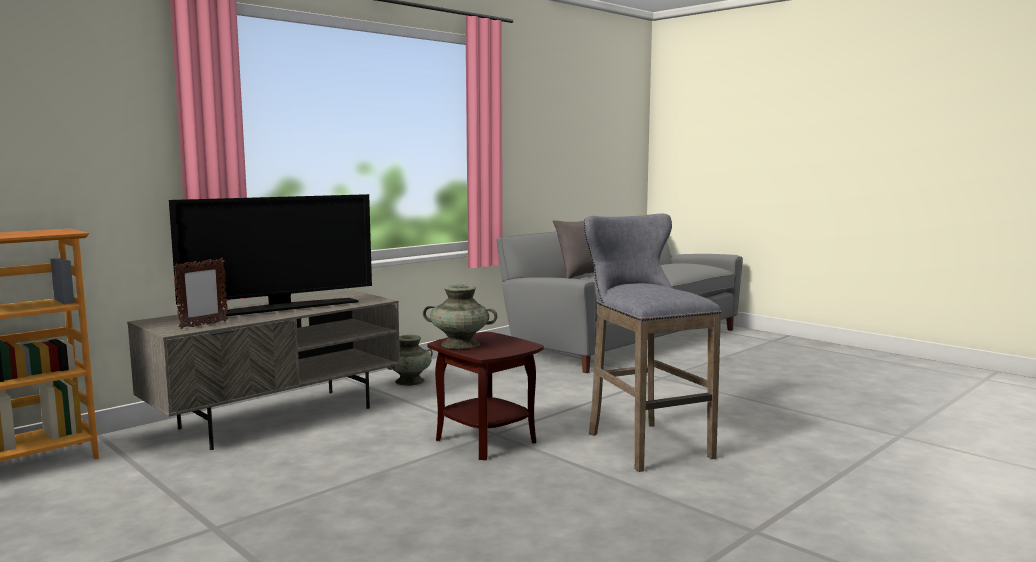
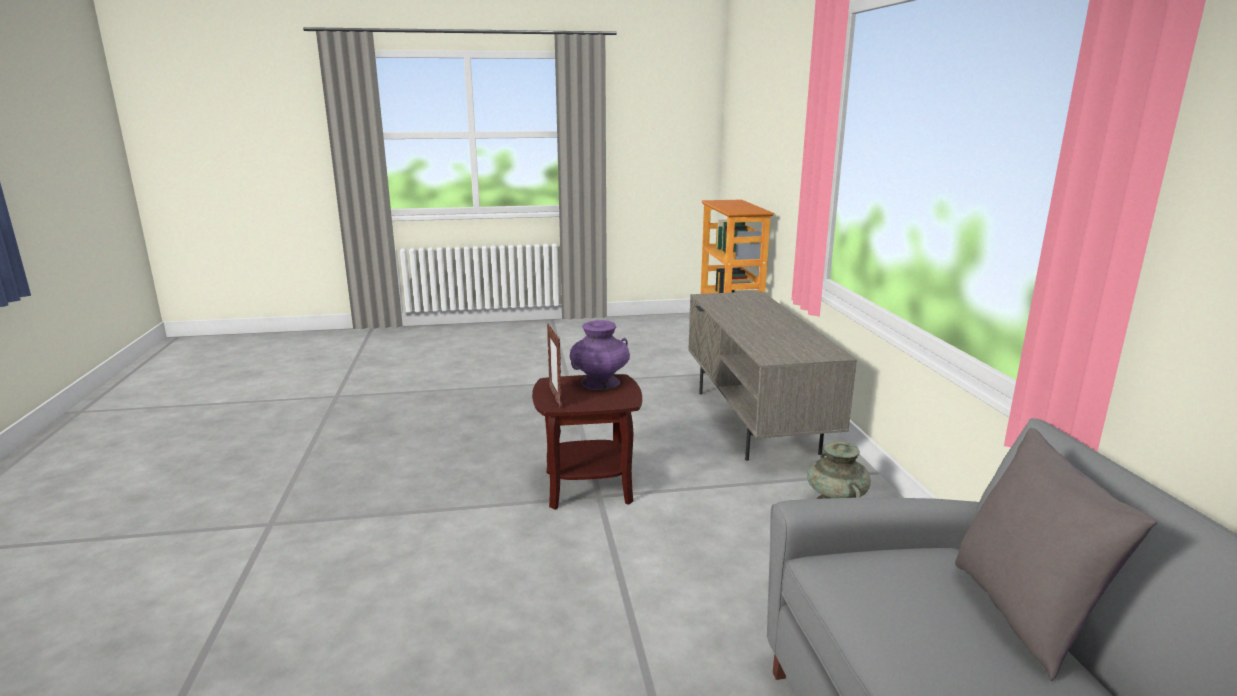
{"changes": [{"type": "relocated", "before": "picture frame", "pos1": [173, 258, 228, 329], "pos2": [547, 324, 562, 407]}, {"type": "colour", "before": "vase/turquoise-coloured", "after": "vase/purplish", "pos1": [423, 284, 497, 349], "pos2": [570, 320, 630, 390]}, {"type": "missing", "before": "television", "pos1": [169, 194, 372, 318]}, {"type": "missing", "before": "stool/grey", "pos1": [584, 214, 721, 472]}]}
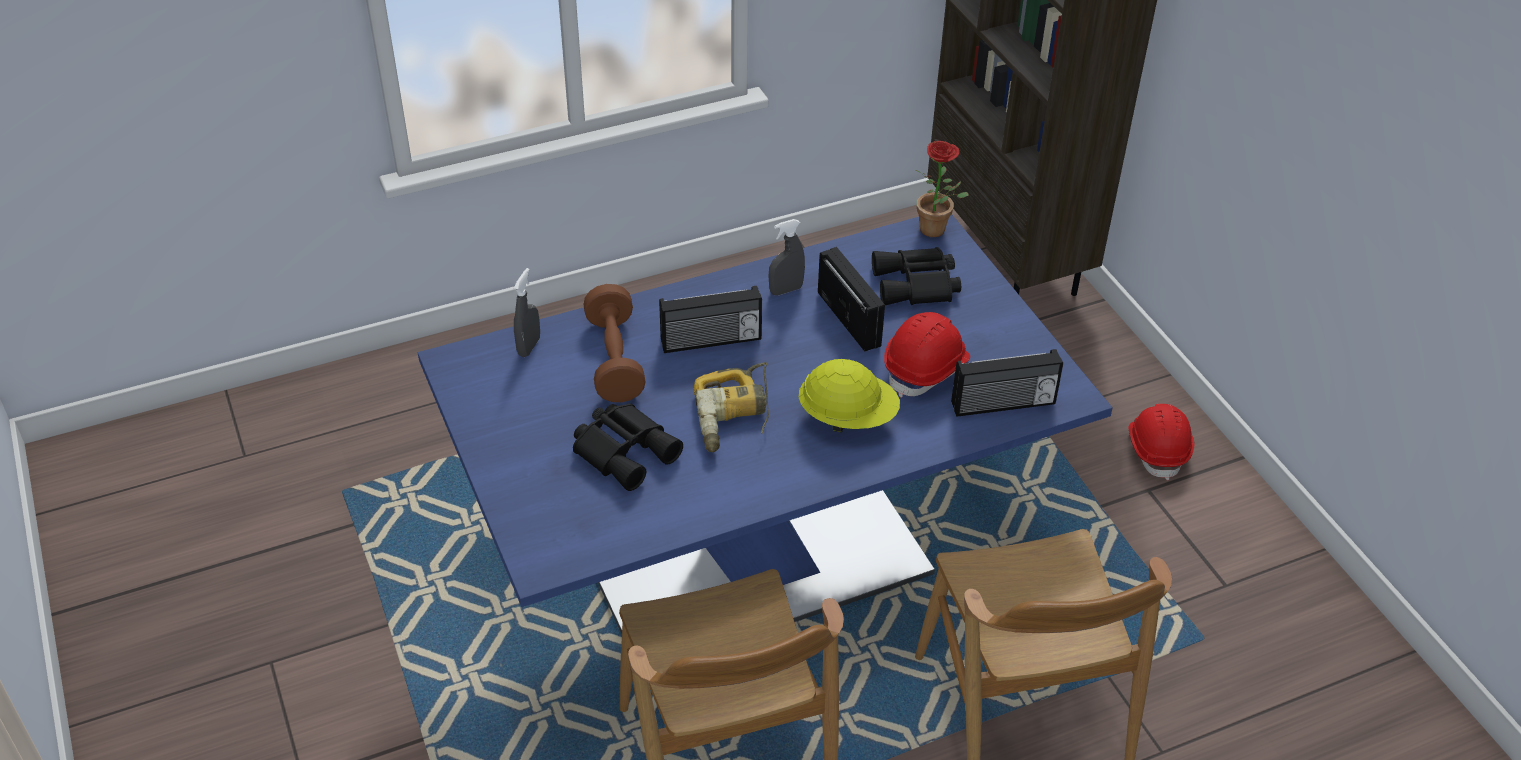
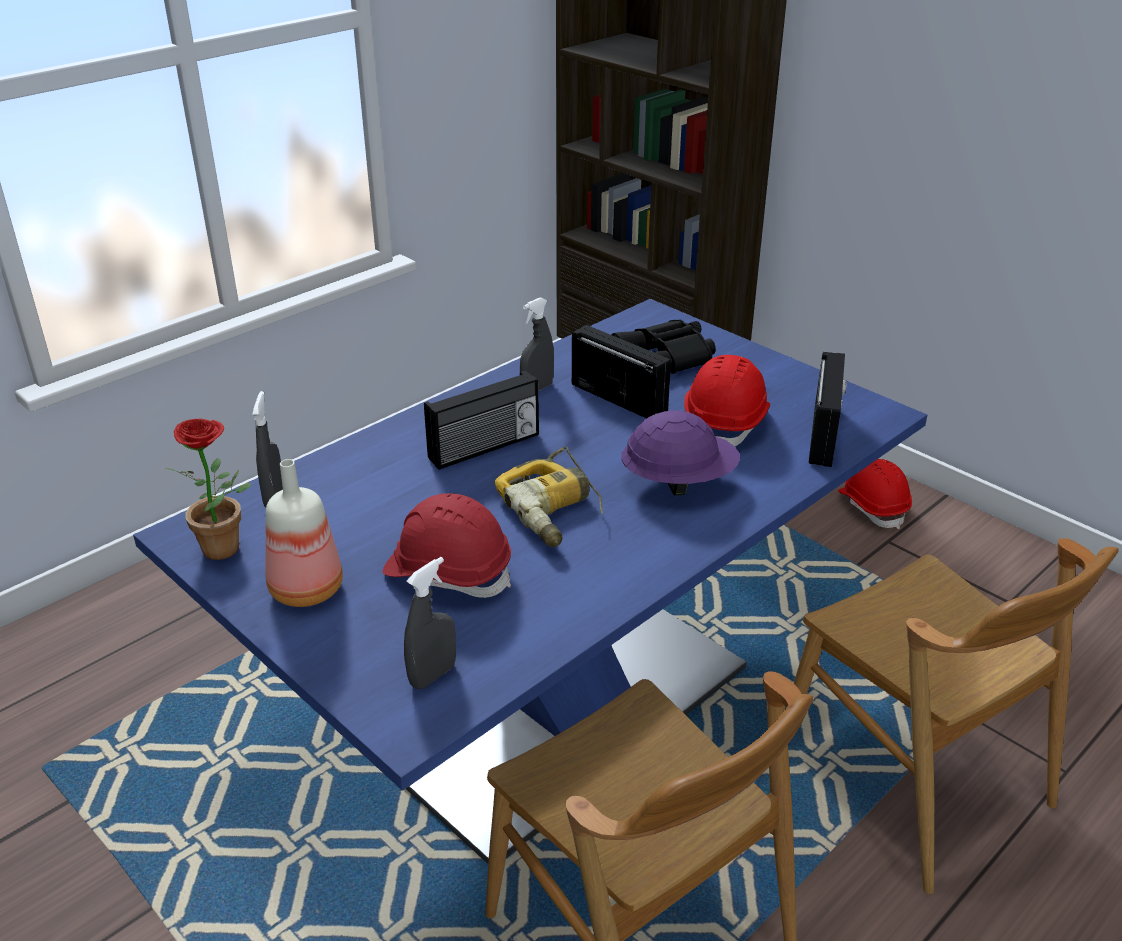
{"changes": [{"type": "relocated", "before": "plant in a pot", "pos1": [916, 141, 969, 237], "pos2": [166, 419, 251, 560]}, {"type": "appeared", "after": "beverage bottle", "pos2": [265, 459, 343, 607]}, {"type": "exchanged", "before": "pair of binoculars/blackish", "after": "safety helmet/reddish", "pos1": [573, 404, 683, 491], "pos2": [383, 493, 511, 598]}, {"type": "appeared", "after": "spray bottle/grey", "pos2": [404, 557, 456, 689]}, {"type": "colour", "before": "safety helmet/yellowish", "after": "safety helmet/purplish", "pos1": [799, 359, 900, 433], "pos2": [621, 411, 740, 496]}, {"type": "spun", "before": "radio", "pos1": [951, 349, 1063, 417], "pos2": [809, 352, 847, 467], "turn": -45}, {"type": "missing", "before": "hand weight/brown", "pos1": [584, 284, 646, 402]}]}
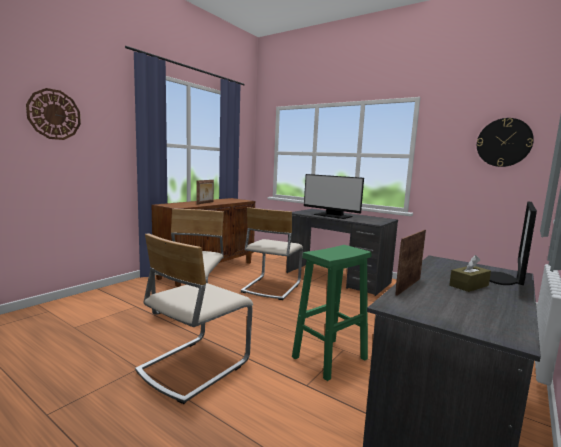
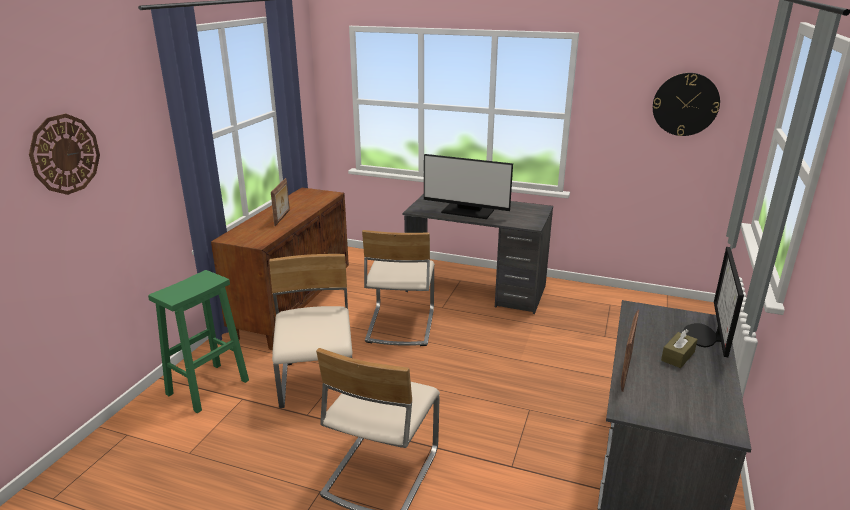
{"changes": [{"type": "relocated", "before": "stool/green", "pos1": [292, 245, 372, 381], "pos2": [148, 270, 249, 413]}]}
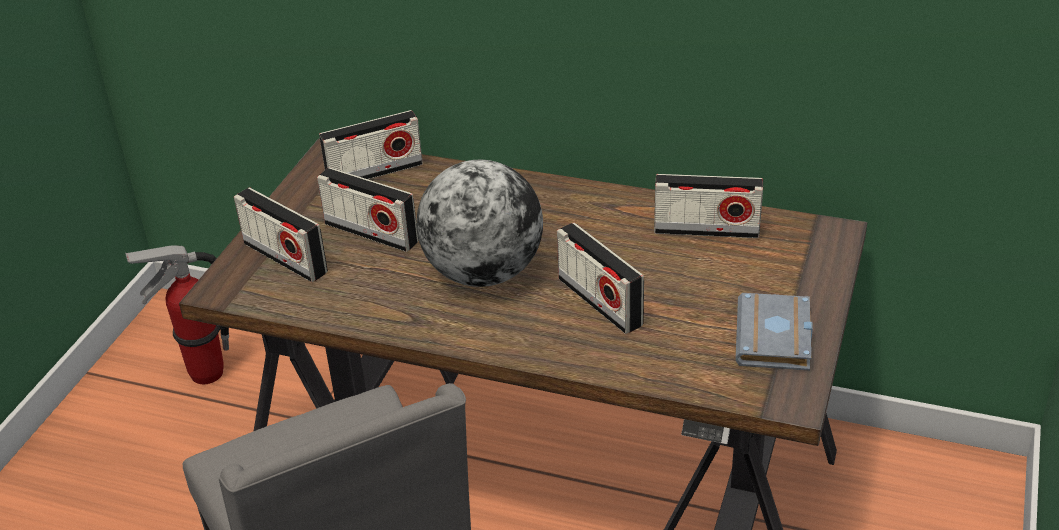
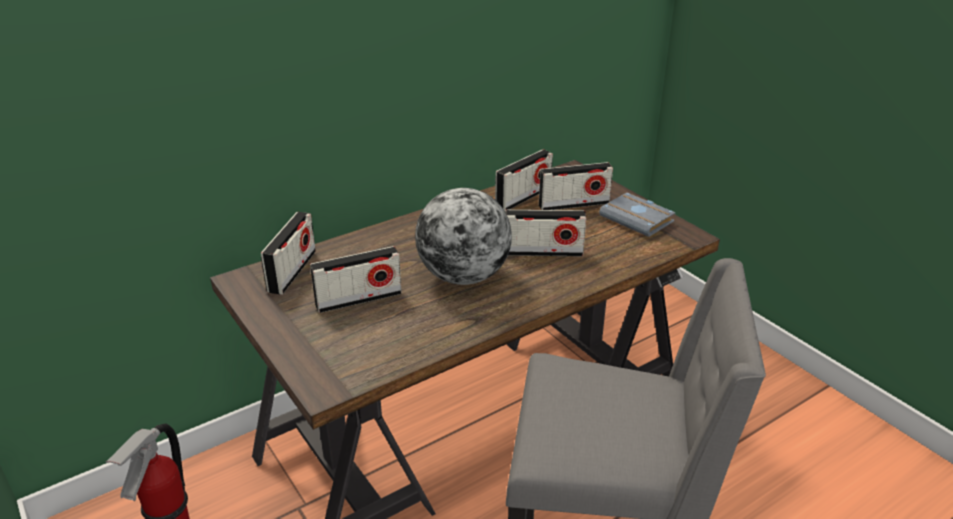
{"changes": [{"type": "relocated", "before": "radio", "pos1": [234, 187, 328, 282], "pos2": [539, 162, 613, 210]}]}
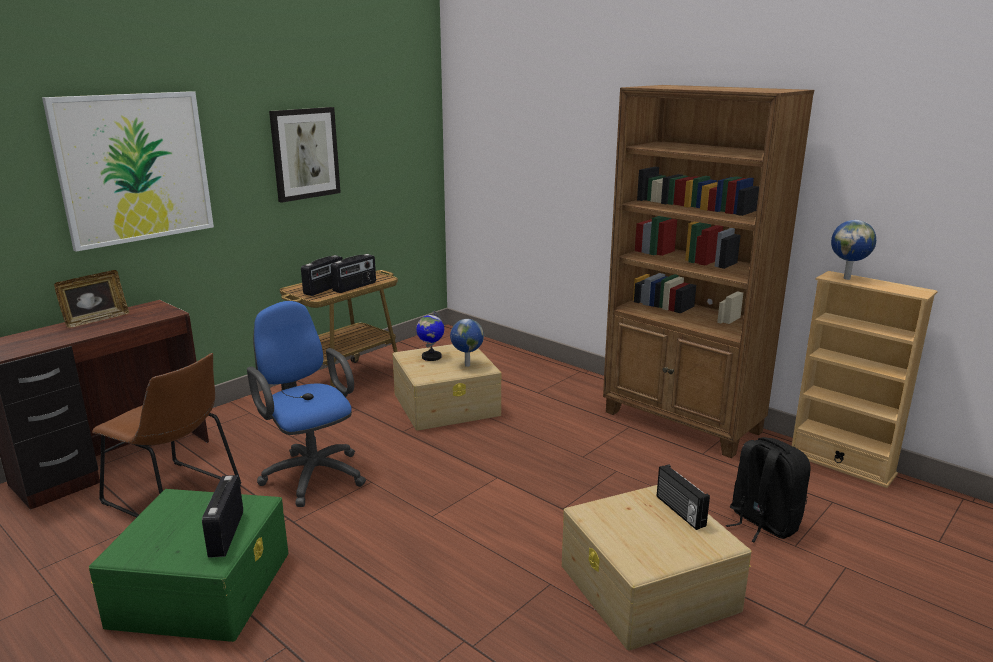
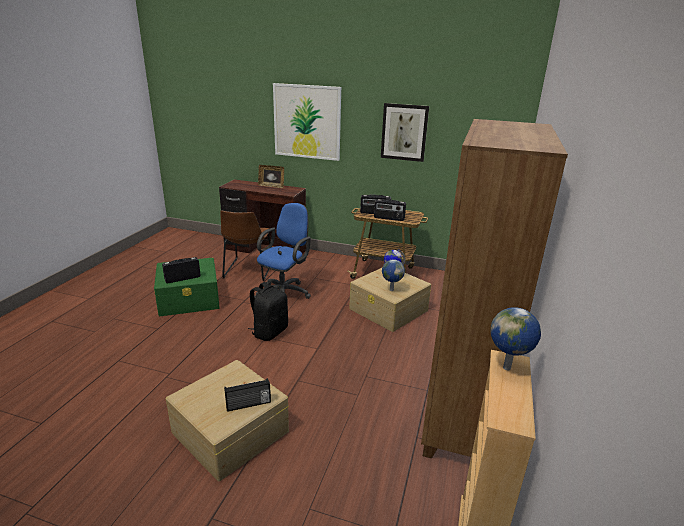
{"changes": [{"type": "spun", "before": "radio", "pos1": [657, 465, 710, 530], "pos2": [224, 378, 271, 412], "turn": -150}, {"type": "relocated", "before": "backpack/blackish", "pos1": [726, 437, 811, 542], "pos2": [248, 282, 288, 341]}]}
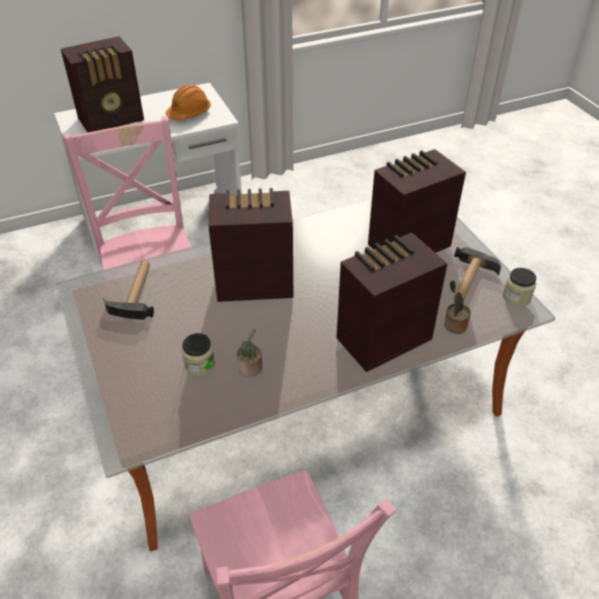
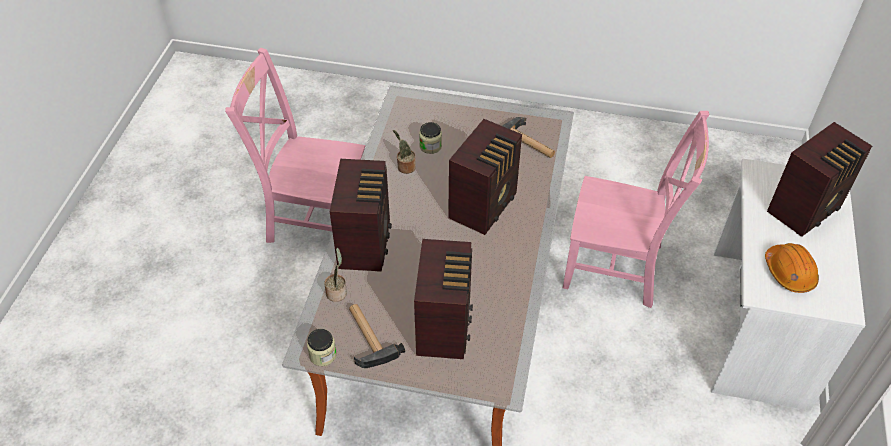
{"changes": [{"type": "spun", "before": "radio", "pos1": [61, 36, 144, 133], "pos2": [767, 122, 872, 237], "turn": -135}]}
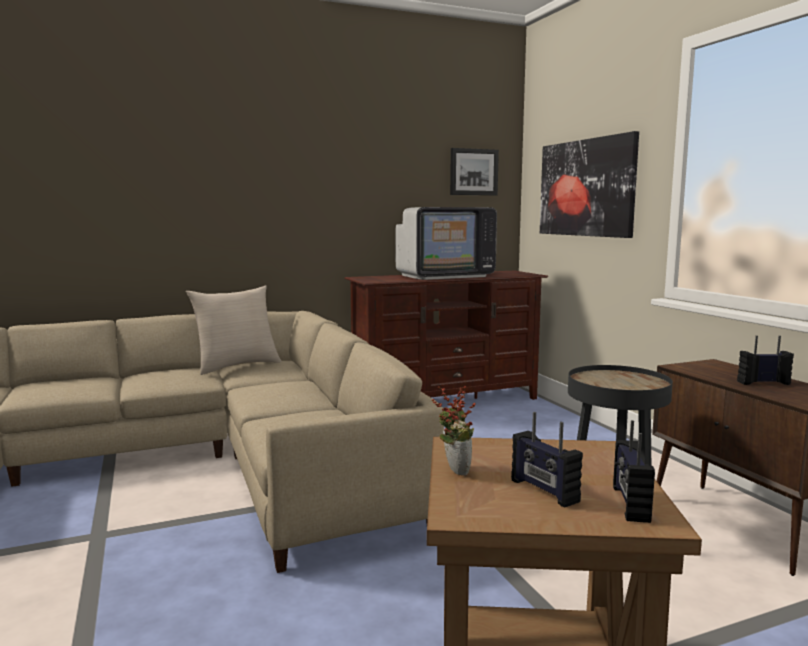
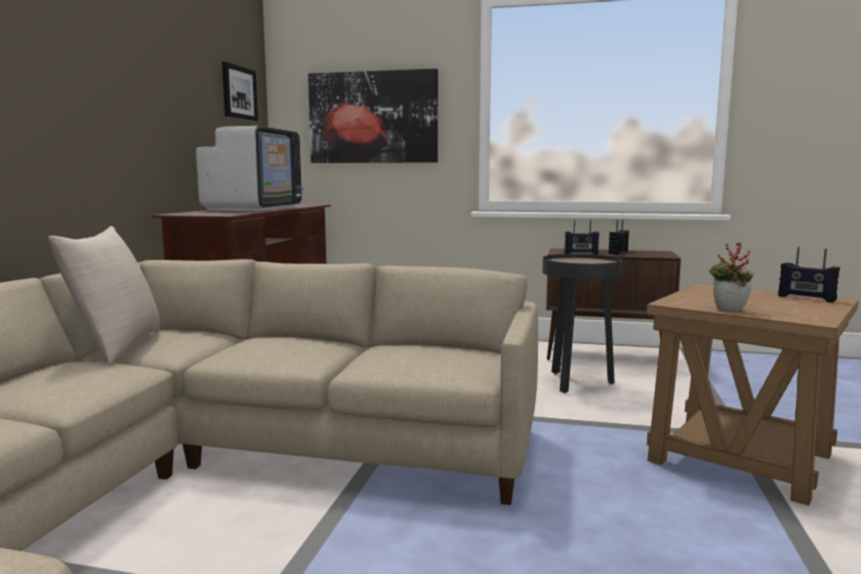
{"changes": [{"type": "relocated", "before": "radio", "pos1": [511, 412, 583, 507], "pos2": [564, 220, 599, 255]}]}
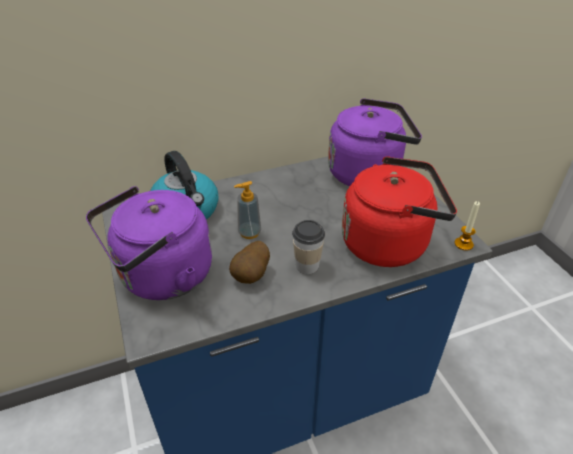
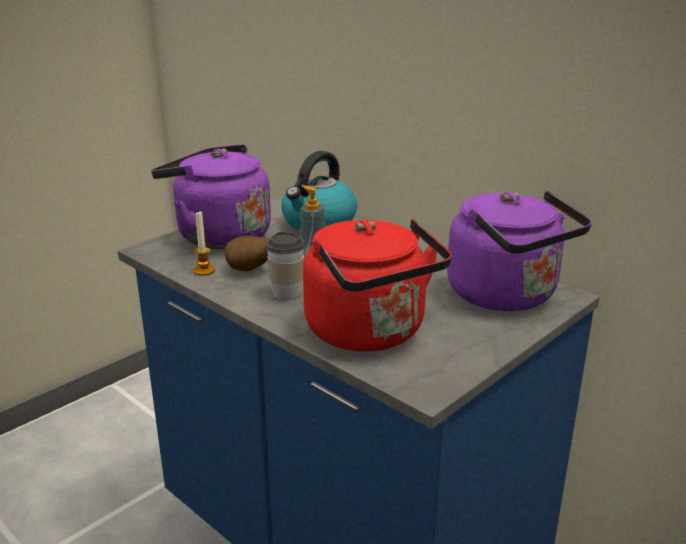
{"changes": [{"type": "relocated", "before": "wax candle", "pos1": [455, 201, 480, 251], "pos2": [193, 210, 215, 276]}]}
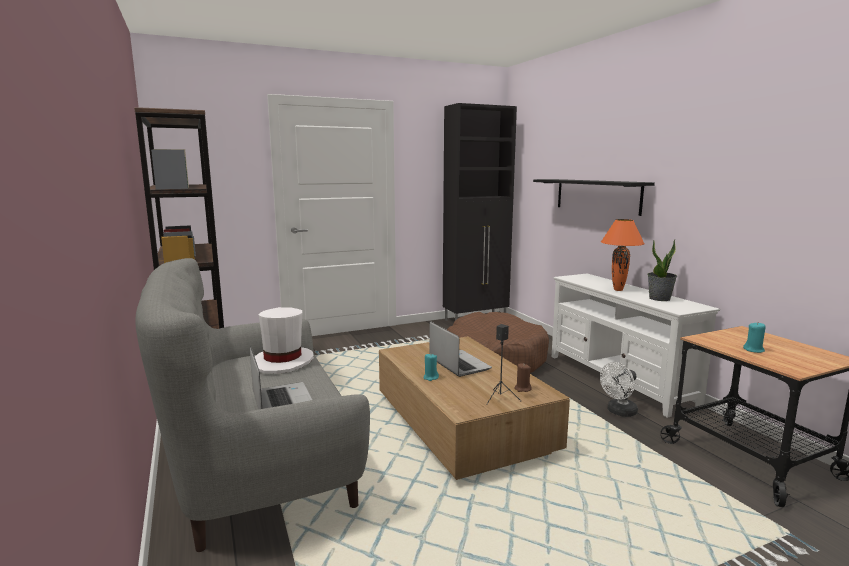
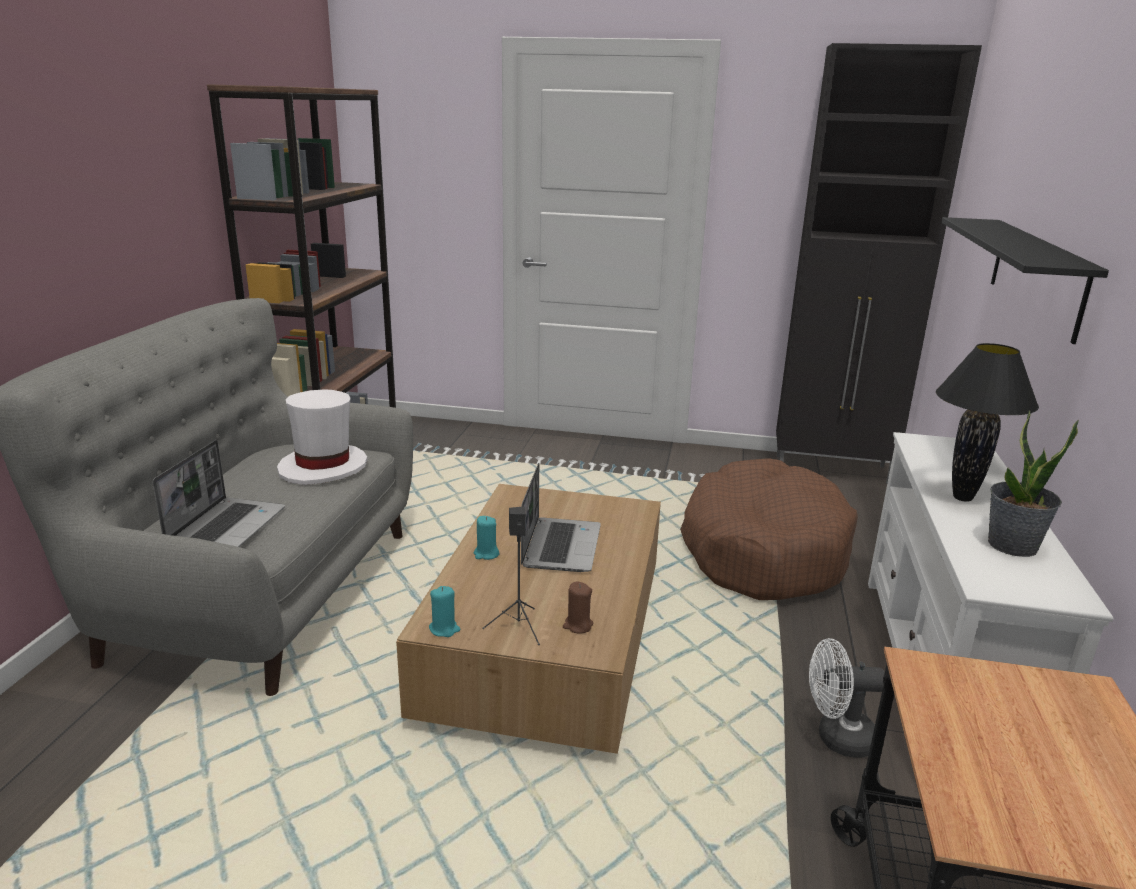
{"changes": [{"type": "relocated", "before": "wax candle/turquoise-coloured", "pos1": [743, 323, 766, 353], "pos2": [429, 586, 460, 637]}, {"type": "colour", "before": "lamp for a table/orange-coloured", "after": "lamp for a table/blackish", "pos1": [601, 219, 645, 291], "pos2": [936, 343, 1039, 502]}]}
